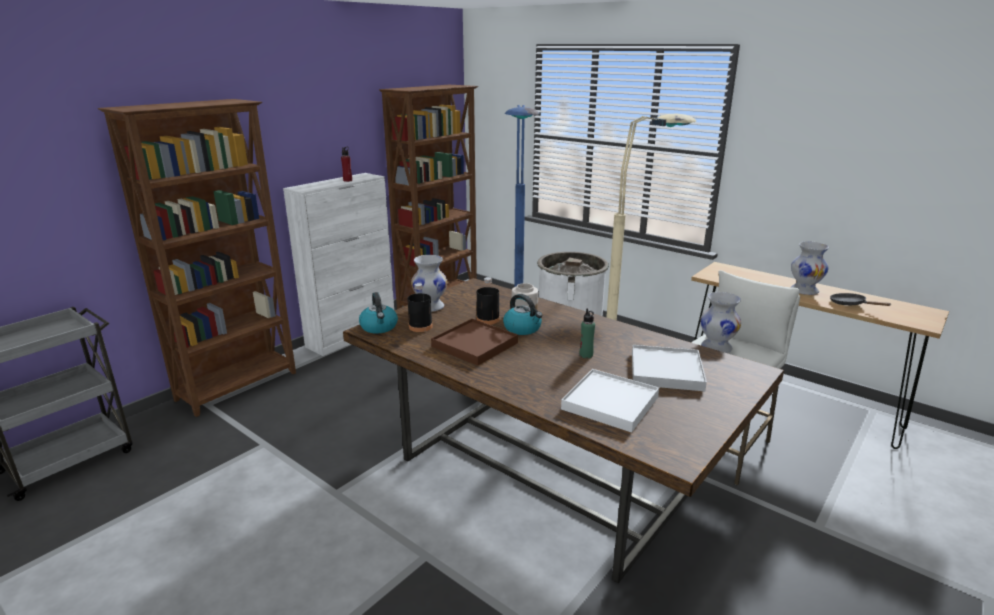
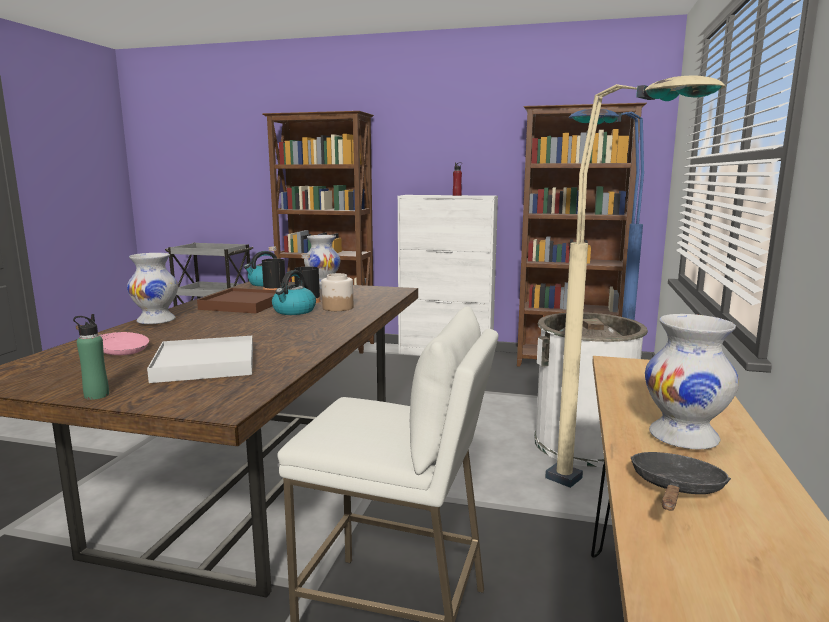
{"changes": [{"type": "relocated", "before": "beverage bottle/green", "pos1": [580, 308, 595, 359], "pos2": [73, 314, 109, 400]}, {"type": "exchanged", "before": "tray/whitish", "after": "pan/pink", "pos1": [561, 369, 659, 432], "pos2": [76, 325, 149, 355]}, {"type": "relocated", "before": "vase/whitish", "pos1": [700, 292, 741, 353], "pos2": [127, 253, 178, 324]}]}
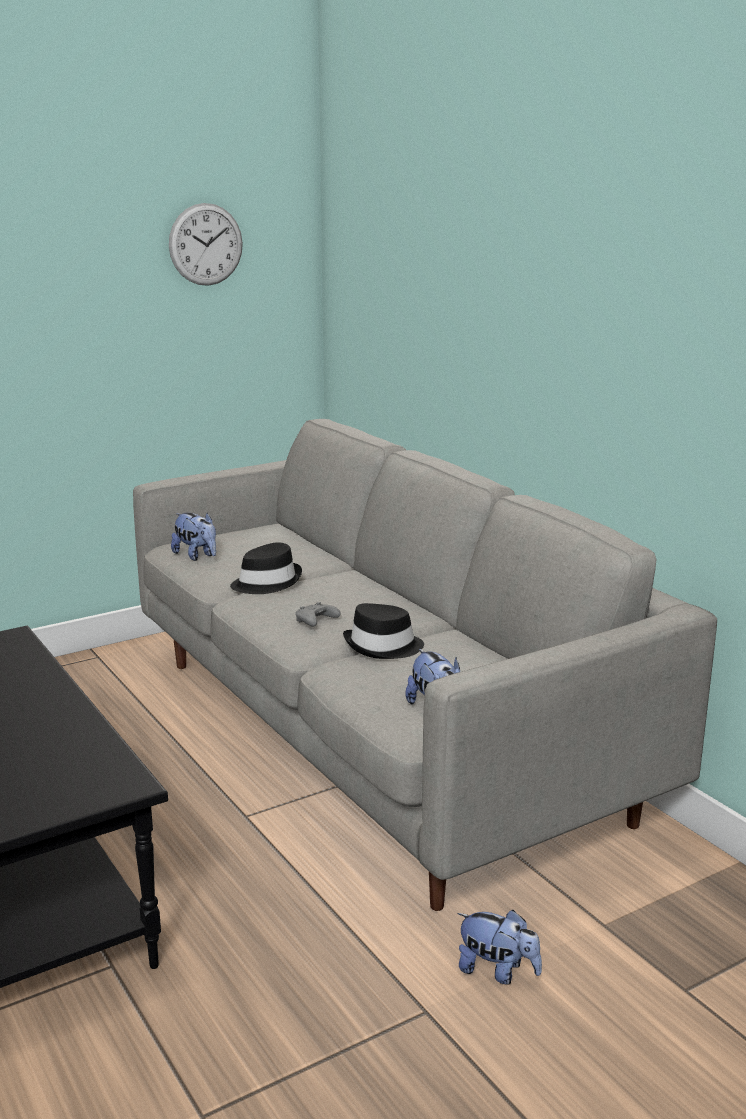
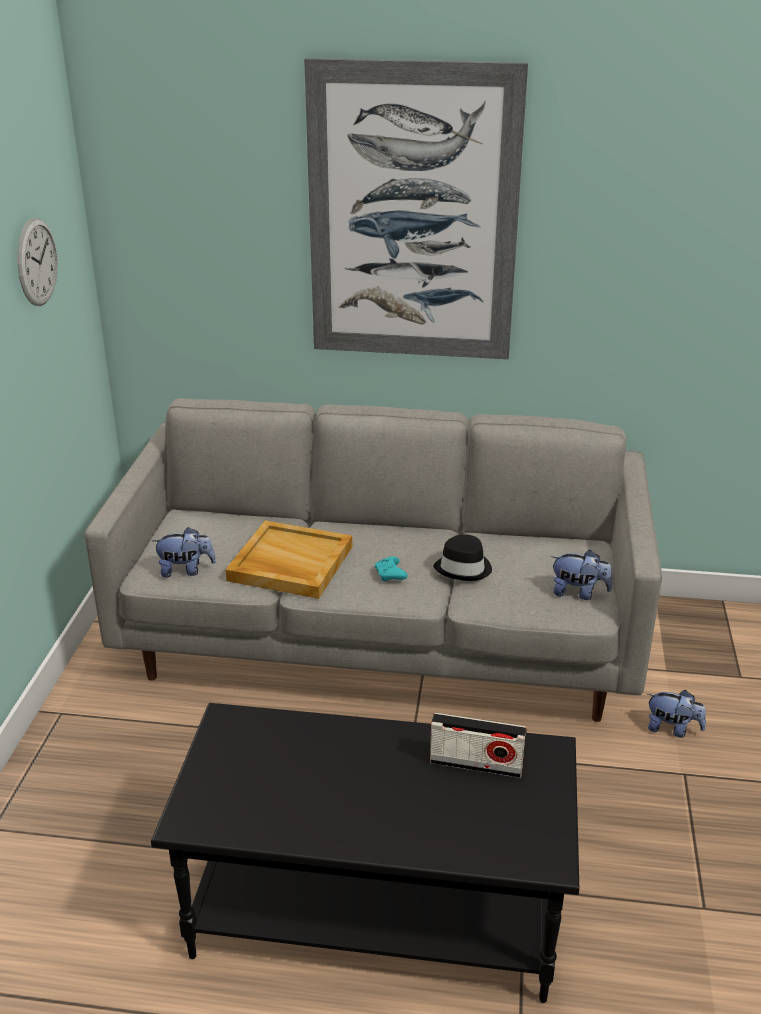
{"changes": [{"type": "exchanged", "before": "clothing hat/blackish", "after": "tray/beige", "pos1": [230, 542, 302, 594], "pos2": [225, 520, 352, 599]}, {"type": "appeared", "after": "picture", "pos2": [304, 58, 528, 359]}, {"type": "colour", "before": "game controller/grey", "after": "game controller/turquoise-coloured", "pos1": [295, 602, 341, 627], "pos2": [375, 557, 408, 581]}, {"type": "appeared", "after": "radio", "pos2": [430, 713, 527, 778]}, {"type": "spun", "before": "cuddly toy", "pos1": [457, 910, 542, 984], "pos2": [648, 690, 706, 738], "turn": 45}]}
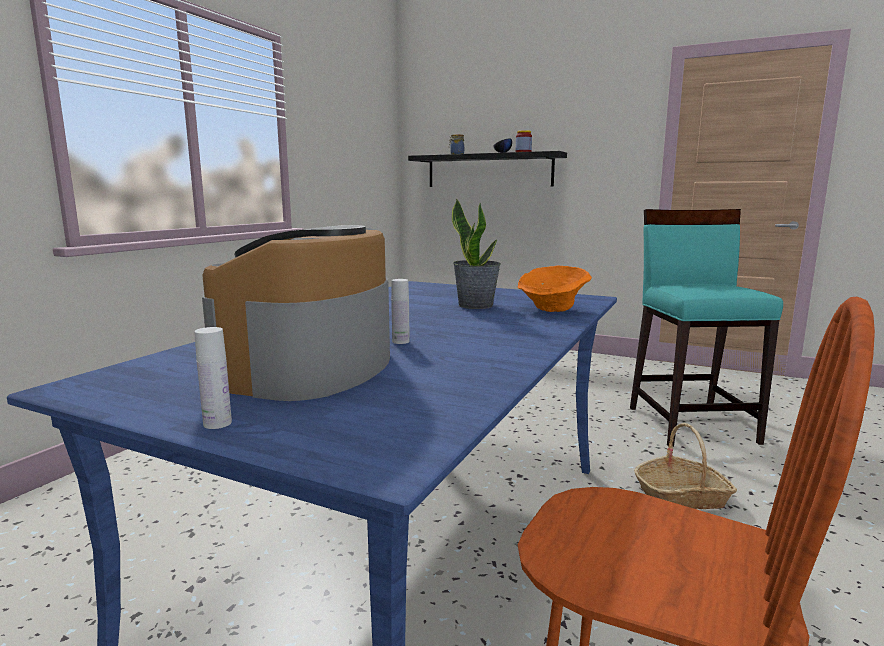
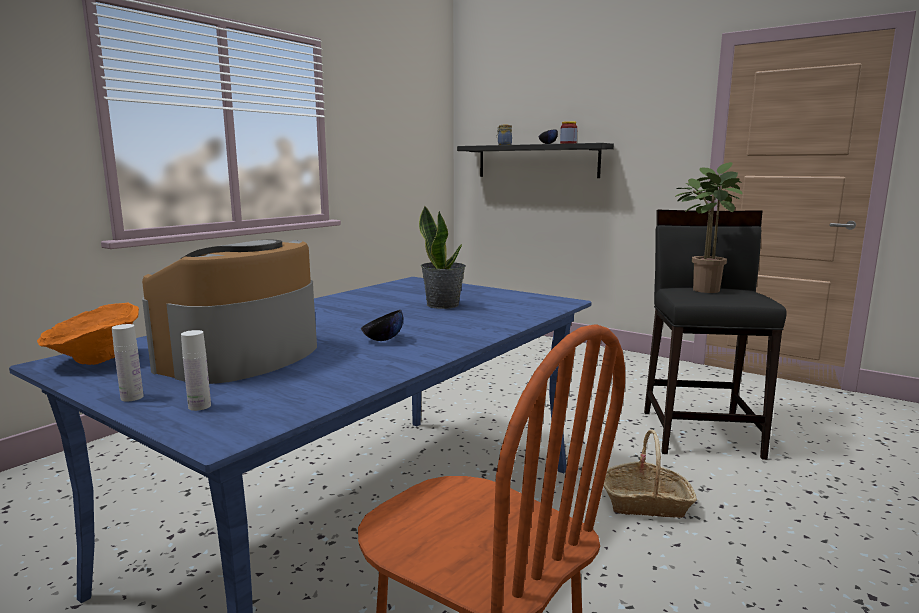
{"changes": [{"type": "relocated", "before": "serving bowl/orange-coloured", "pos1": [518, 265, 592, 312], "pos2": [37, 303, 139, 365]}, {"type": "relocated", "before": "beverage bottle/whitish", "pos1": [391, 279, 410, 344], "pos2": [181, 330, 211, 411]}, {"type": "appeared", "after": "serving bowl/blackish", "pos2": [361, 310, 403, 341]}, {"type": "colour", "before": "stool/turquoise-coloured", "after": "stool/blackish", "pos1": [630, 209, 783, 447], "pos2": [644, 210, 787, 460]}, {"type": "appeared", "after": "plant in a pot", "pos2": [675, 162, 743, 293]}]}
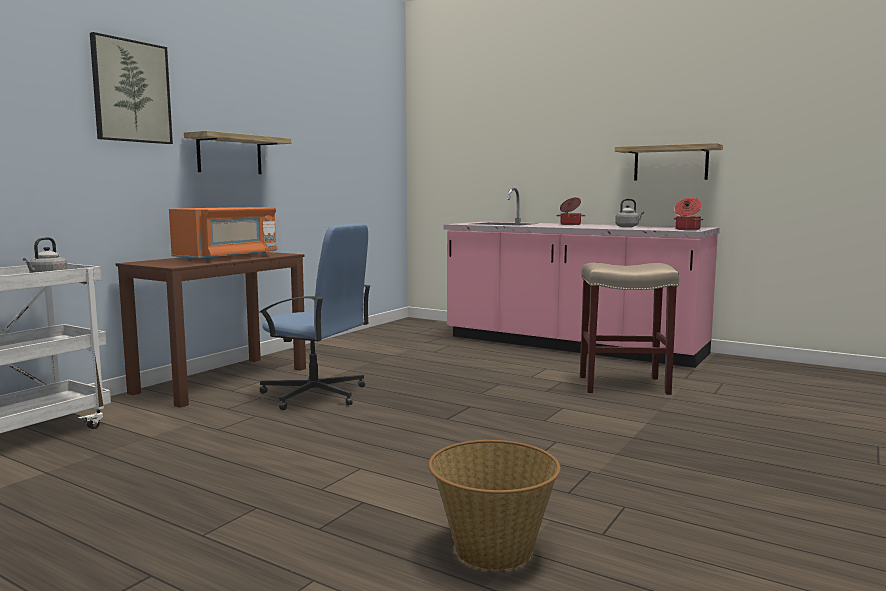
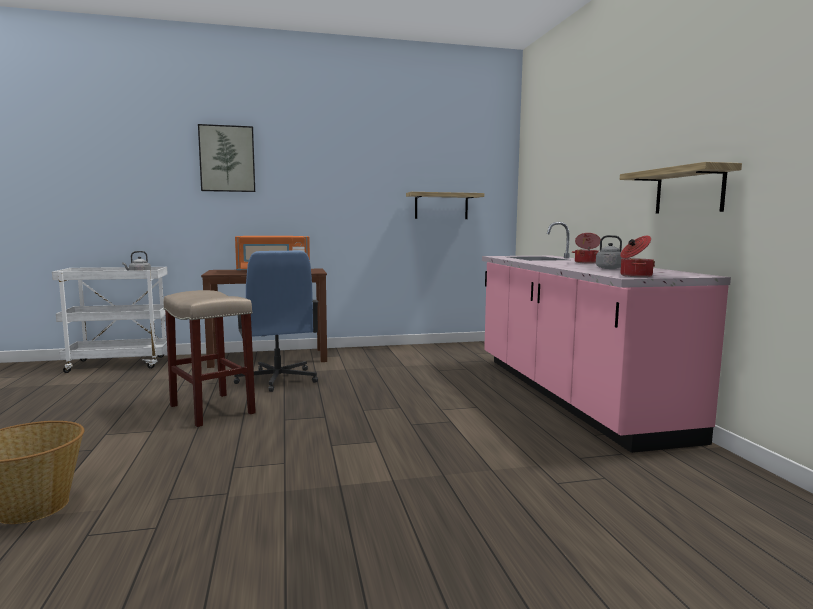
{"changes": [{"type": "relocated", "before": "stool/beige", "pos1": [580, 262, 679, 395], "pos2": [163, 290, 256, 427]}, {"type": "relocated", "before": "shelf", "pos1": [184, 131, 291, 174], "pos2": [406, 192, 484, 219]}]}
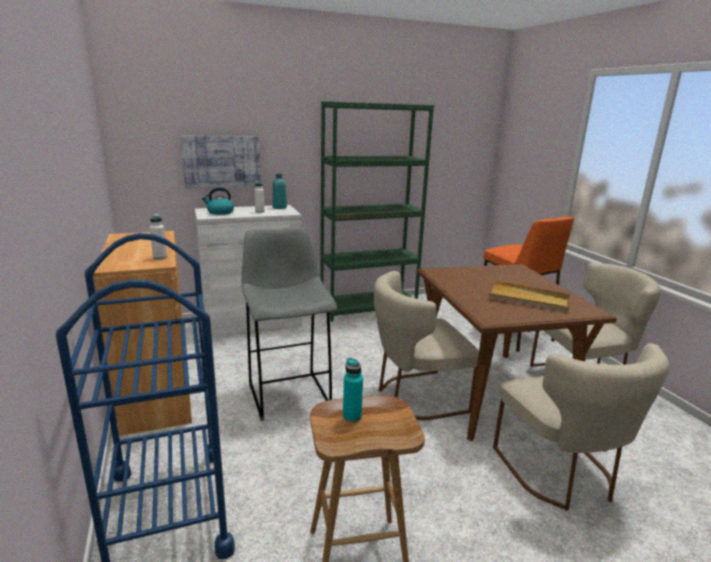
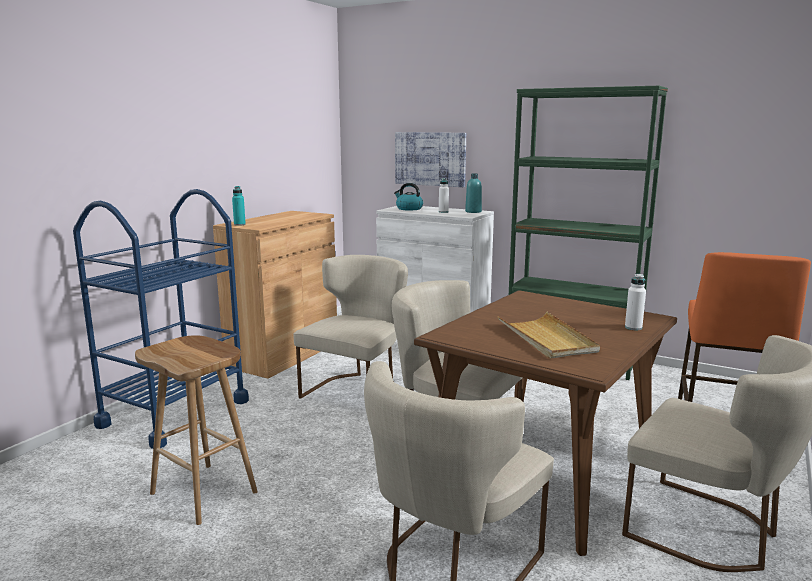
{"changes": [{"type": "relocated", "before": "beverage bottle/turquoise-coloured", "pos1": [343, 358, 363, 422], "pos2": [232, 186, 246, 226]}, {"type": "exchanged", "before": "stool/grey", "after": "upright chair/beige", "pos1": [242, 227, 337, 420], "pos2": [293, 255, 408, 399]}, {"type": "relocated", "before": "beverage bottle/whitish", "pos1": [149, 213, 167, 260], "pos2": [625, 273, 646, 330]}]}
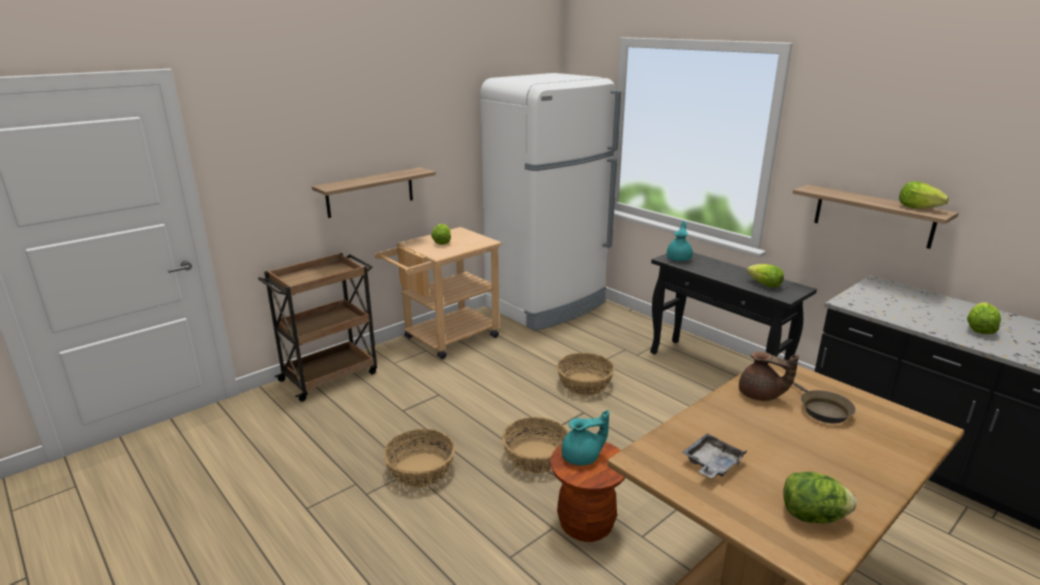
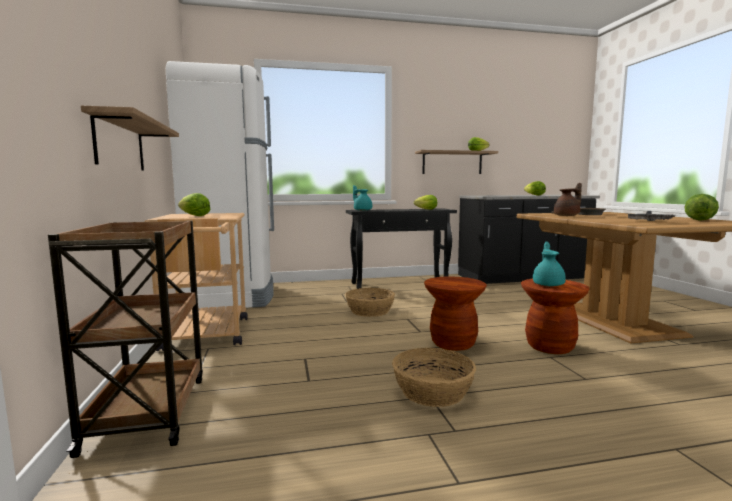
{"changes": [{"type": "exchanged", "before": "household basket", "after": "stool/brown", "pos1": [502, 417, 569, 473], "pos2": [424, 277, 487, 351]}]}
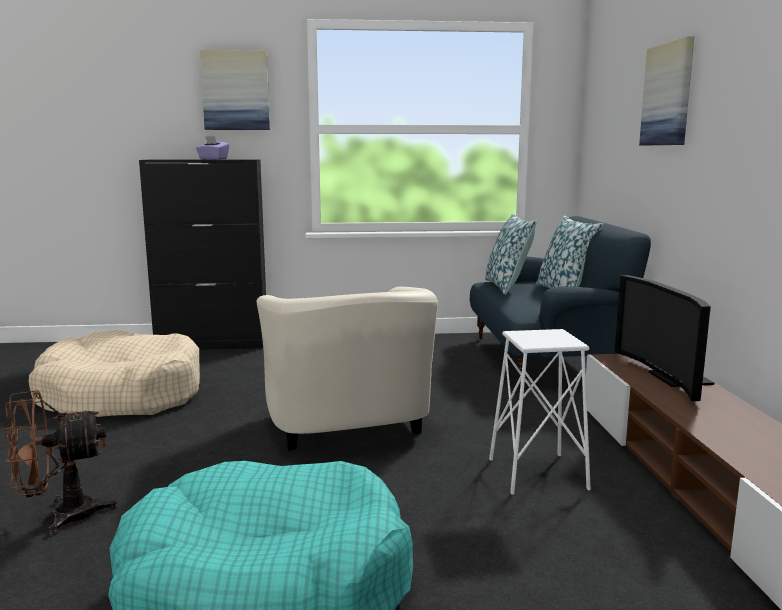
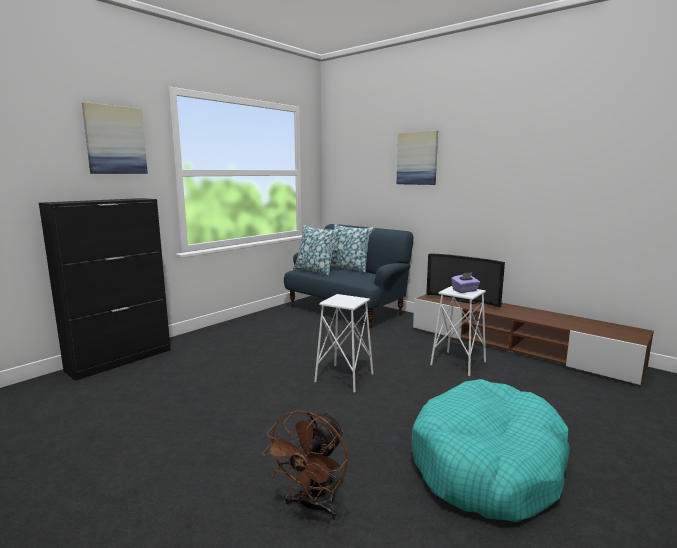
{"changes": [{"type": "exchanged", "before": "lounge chair/beige", "after": "stool/whitish", "pos1": [256, 287, 438, 451], "pos2": [314, 294, 373, 393]}, {"type": "relocated", "before": "tissue holder/purplish", "pos1": [196, 136, 229, 160], "pos2": [451, 272, 480, 293]}, {"type": "missing", "before": "pet bed/beige", "pos1": [29, 330, 200, 417]}]}
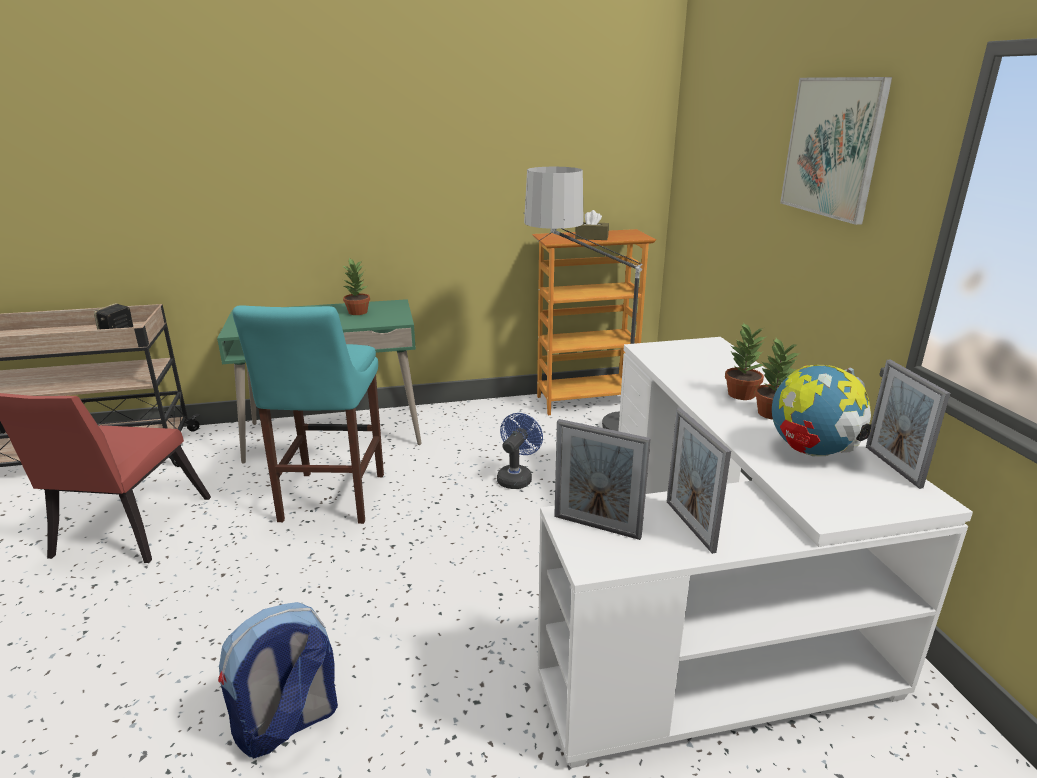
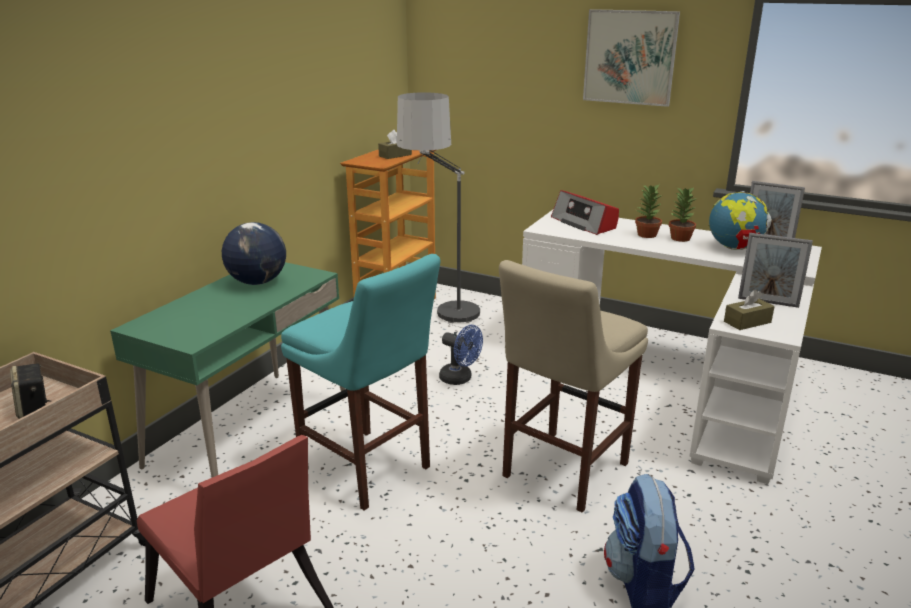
{"changes": [{"type": "exchanged", "before": "plant in a pot", "after": "world globe", "pos1": [343, 258, 370, 315], "pos2": [222, 222, 286, 285]}, {"type": "spun", "before": "cooling fan/blue-coloured", "pos1": [497, 413, 543, 489], "pos2": [439, 325, 483, 385], "turn": 150}, {"type": "appeared", "after": "stool/beige", "pos2": [499, 260, 648, 512]}, {"type": "appeared", "after": "radio", "pos2": [551, 190, 619, 235]}, {"type": "exchanged", "before": "picture frame", "after": "tissue holder/brown", "pos1": [554, 419, 651, 540], "pos2": [724, 290, 775, 330]}]}
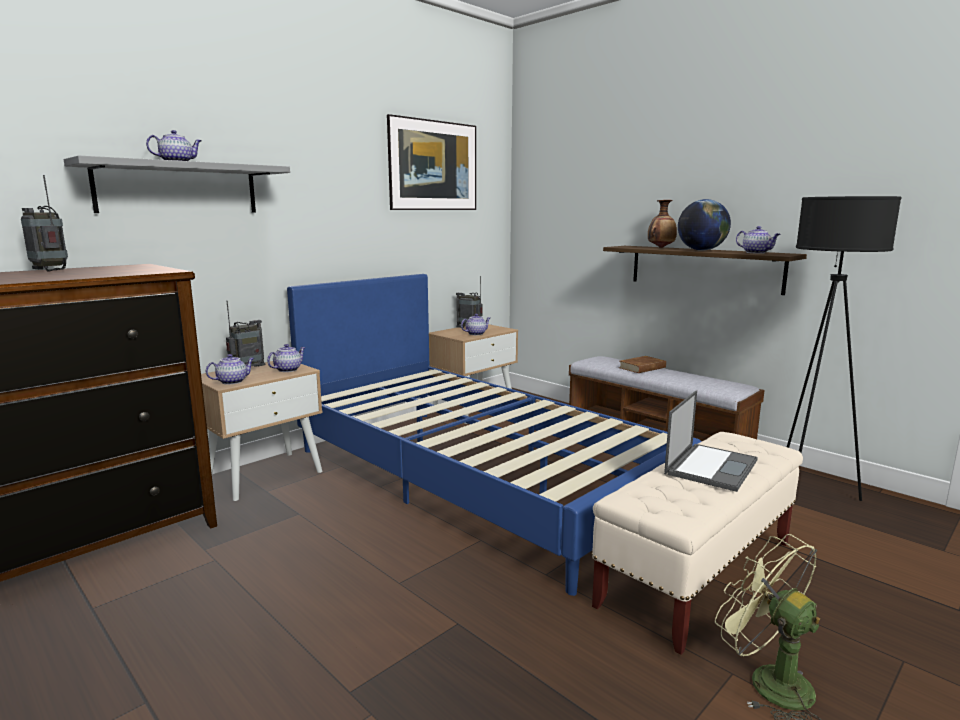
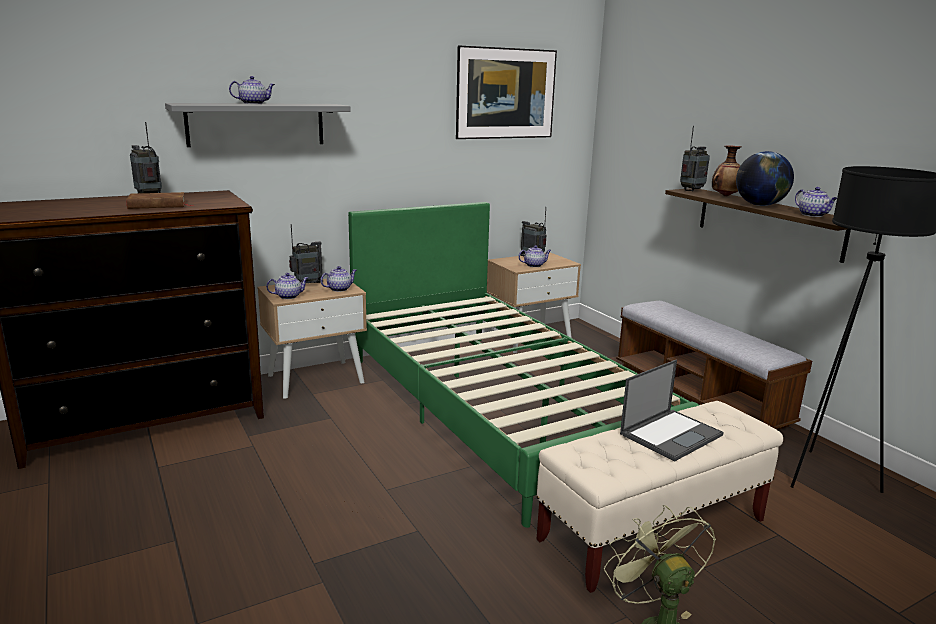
{"changes": [{"type": "relocated", "before": "book/brown", "pos1": [619, 356, 666, 373], "pos2": [126, 192, 194, 209]}, {"type": "colour", "before": "bed/blue-coloured", "after": "bed/green", "pos1": [287, 274, 702, 596], "pos2": [348, 202, 699, 528]}, {"type": "appeared", "after": "radio", "pos2": [680, 126, 710, 191]}]}
